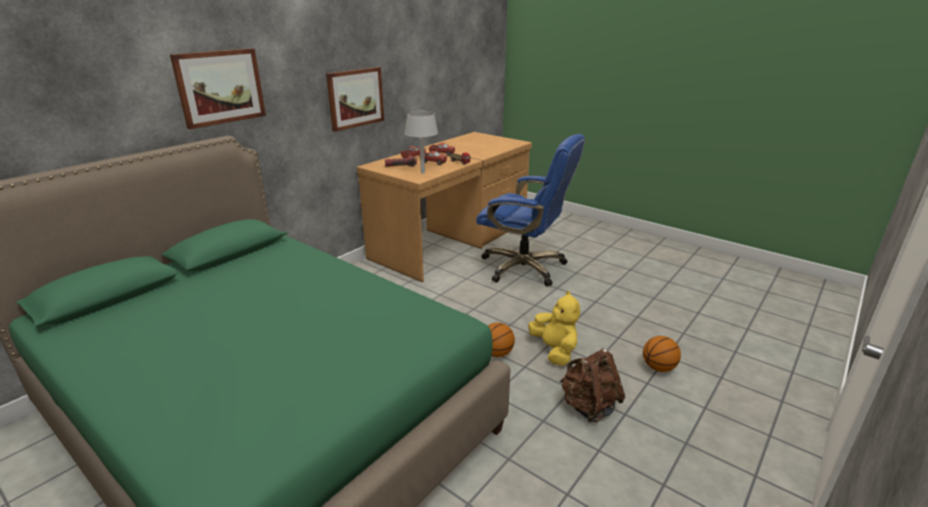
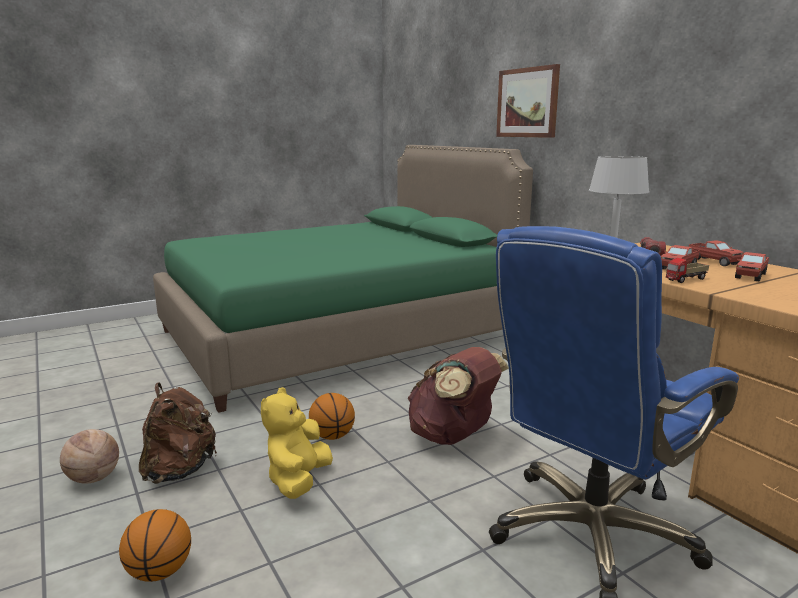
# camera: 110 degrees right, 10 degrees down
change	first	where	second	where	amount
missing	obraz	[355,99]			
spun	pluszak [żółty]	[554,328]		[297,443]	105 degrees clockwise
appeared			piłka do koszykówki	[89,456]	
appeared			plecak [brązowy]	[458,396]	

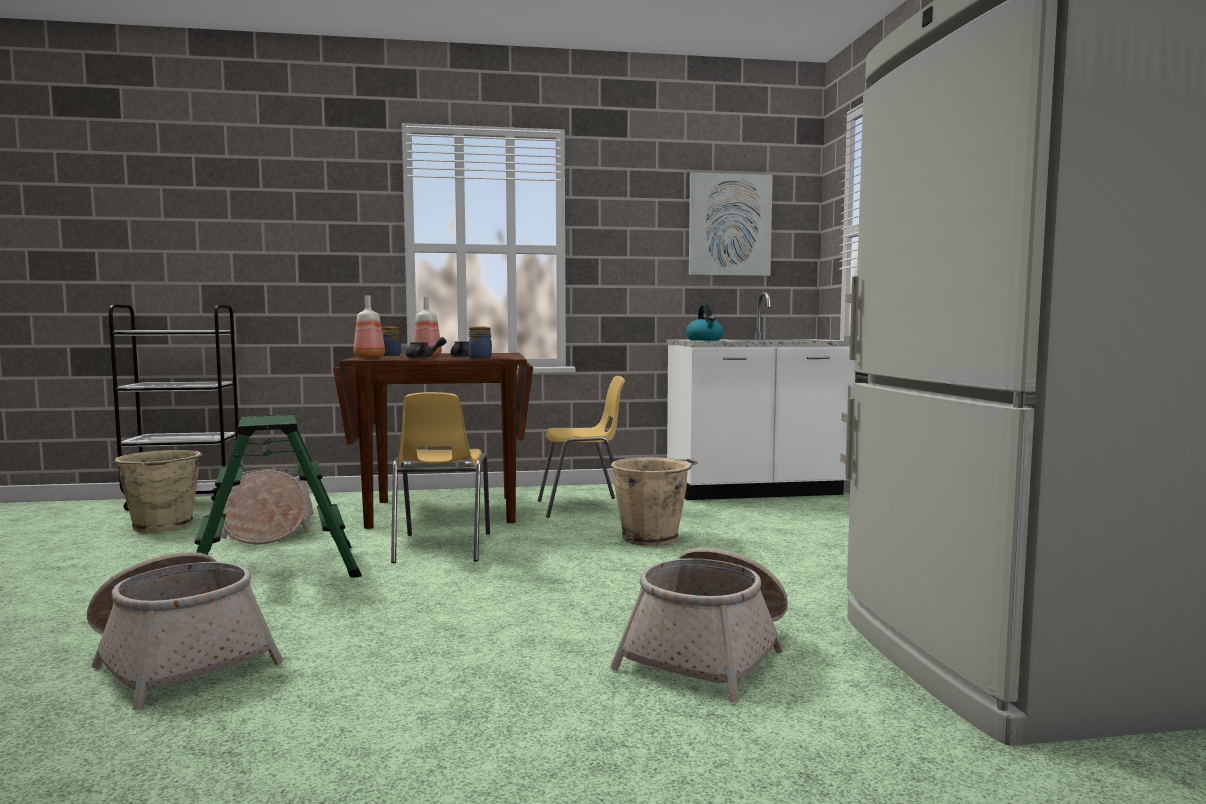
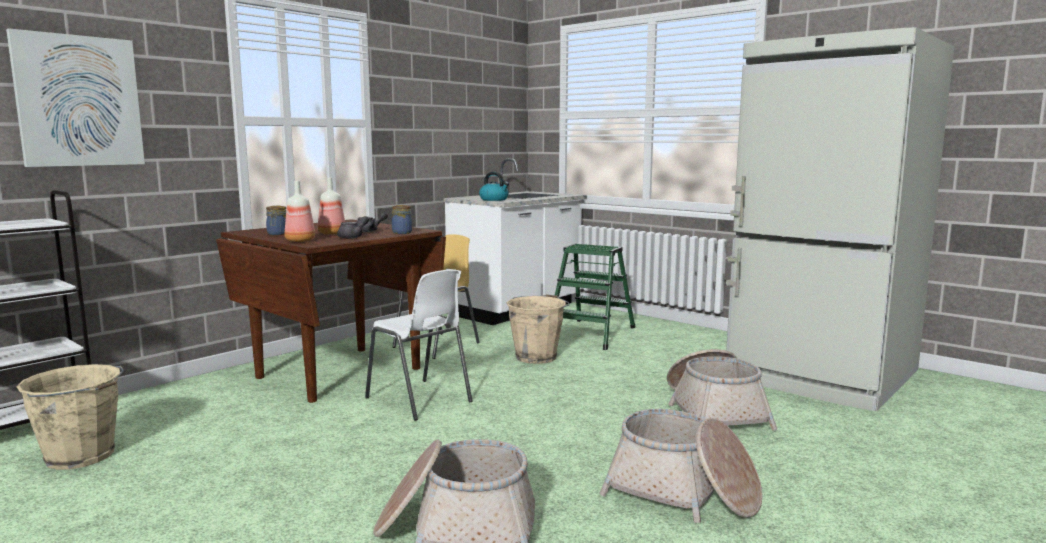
# camera: 40 degrees left, 5 degrees up
change	first	where	second	where	amount
relocated	drabinka [zielony]	[278,496]		[595,296]	
relocated	koszyk	[267,506]		[680,466]	
colour	krzesło [żółty]	[440,477]	krzesło [biały]	[418,345]	
relocated	obraz	[731,224]		[75,97]	

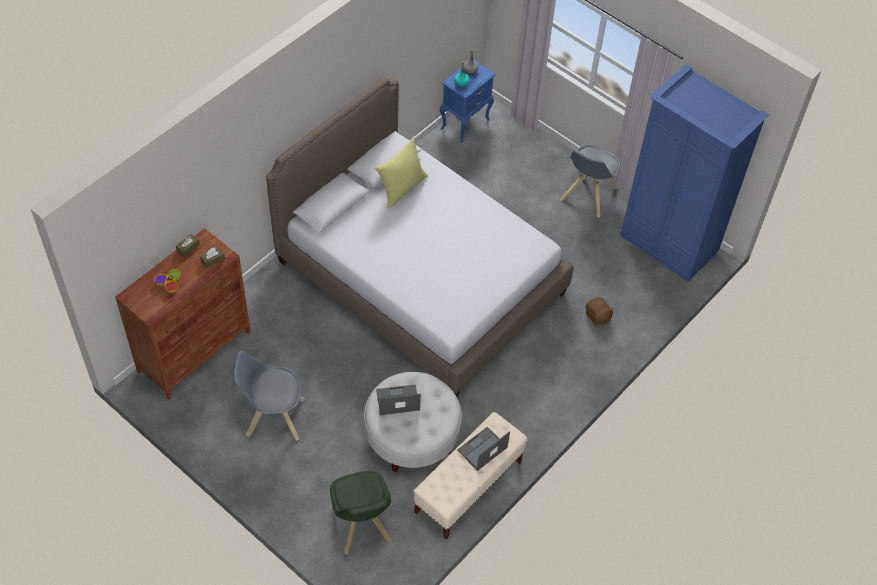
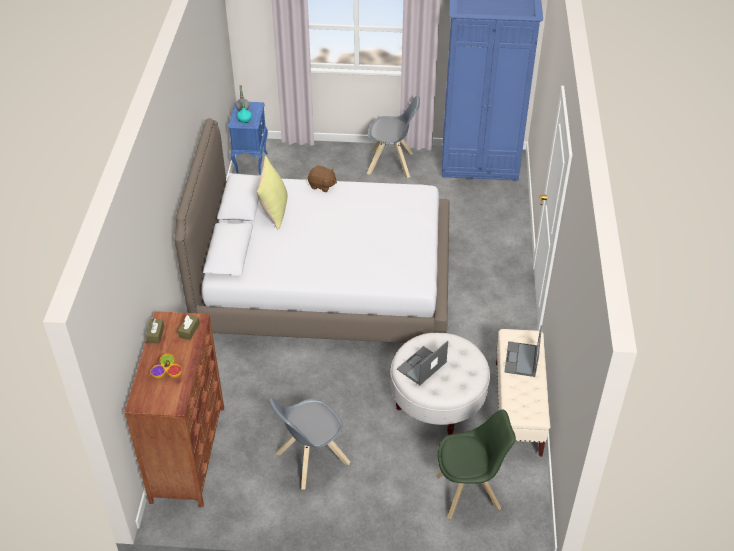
# camera: 35 degrees left, 10 degrees down
change	first	where	second	where	amount
spun	krzesło [zielony]	[361,513]		[476,465]	45 degrees counterclockwise
spun	krzesło [szary]	[590,181]		[393,137]	75 degrees counterclockwise
relocated	pluszak [brązowy]	[599,311]		[322,179]	

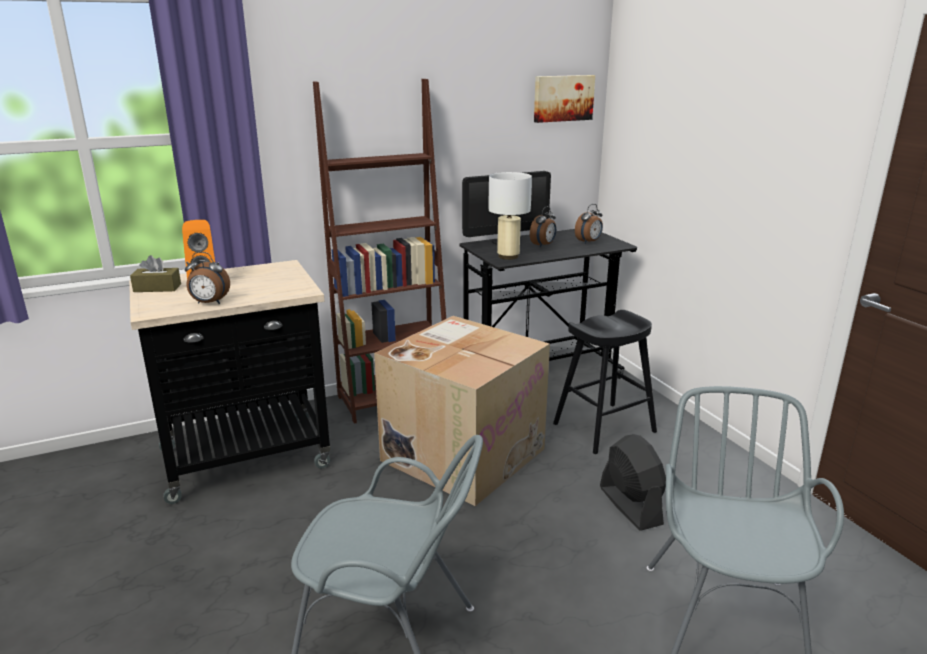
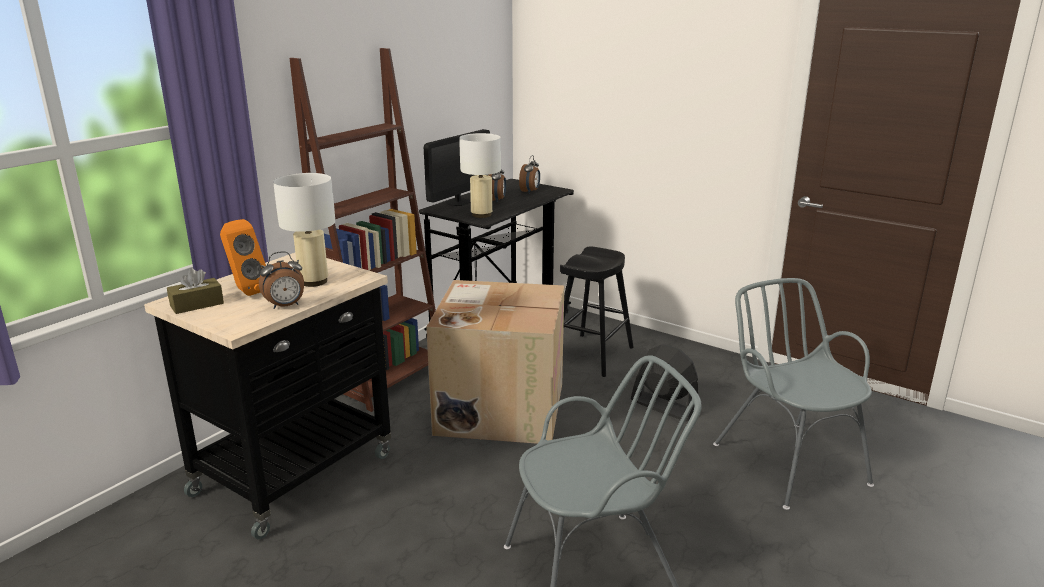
# camera: 30 degrees left, 0 degrees up
change	first	where	second	where	amount
missing	obraz	[564,99]			
appeared			lampa stołowa [biały]	[304,230]	

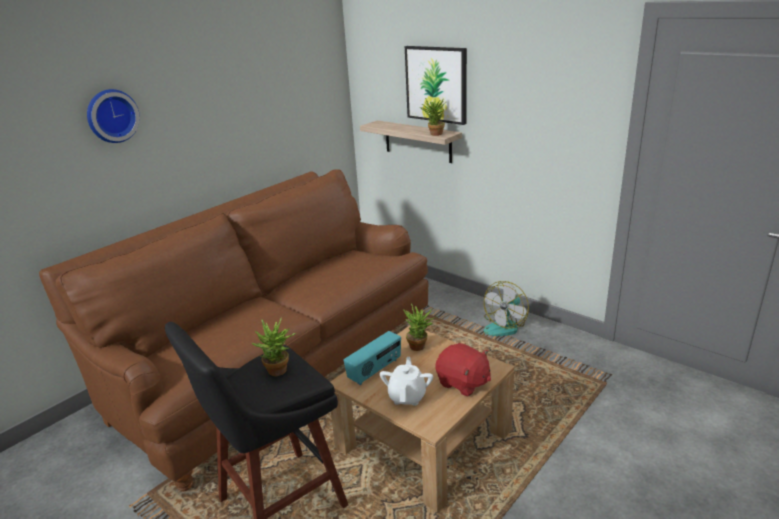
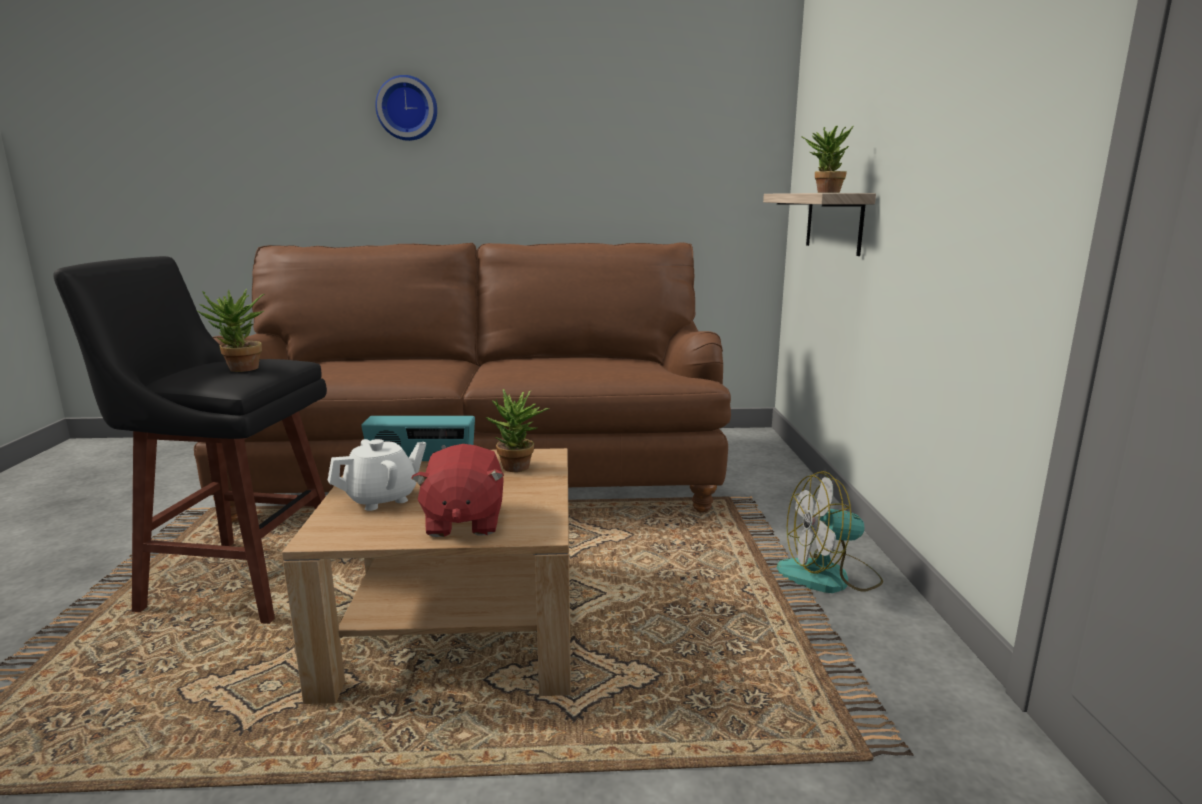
# camera: 45 degrees right, 10 degrees down
change	first	where	second	where	amount
missing	obraz	[436,85]			

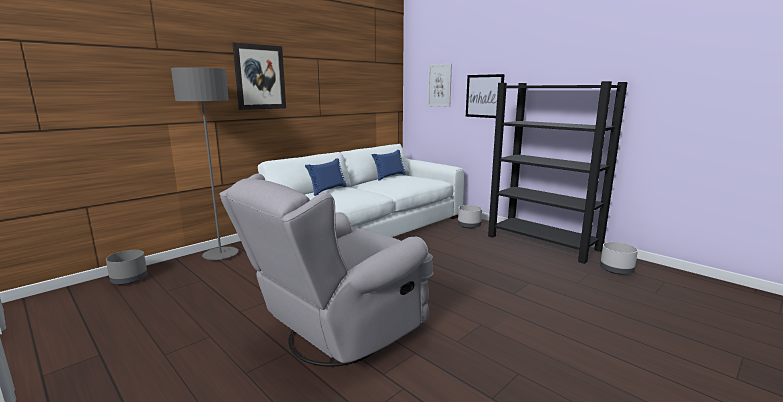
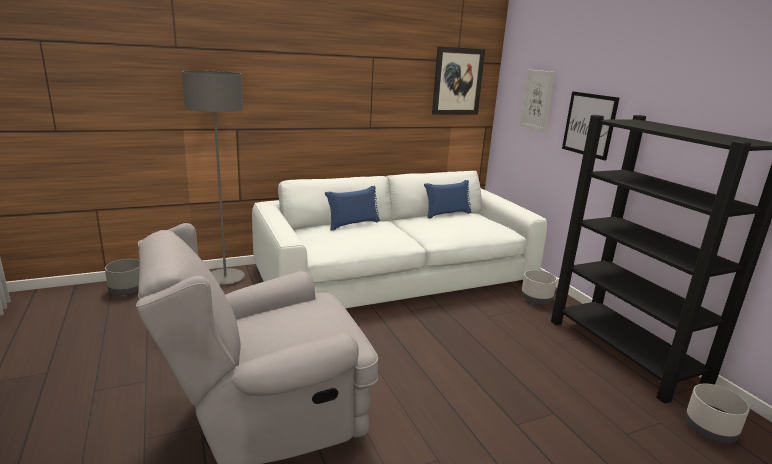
# camera: 20 degrees right, 5 degrees up
change	first	where	second	where	amount
relocated	obraz	[259,76]		[458,80]	

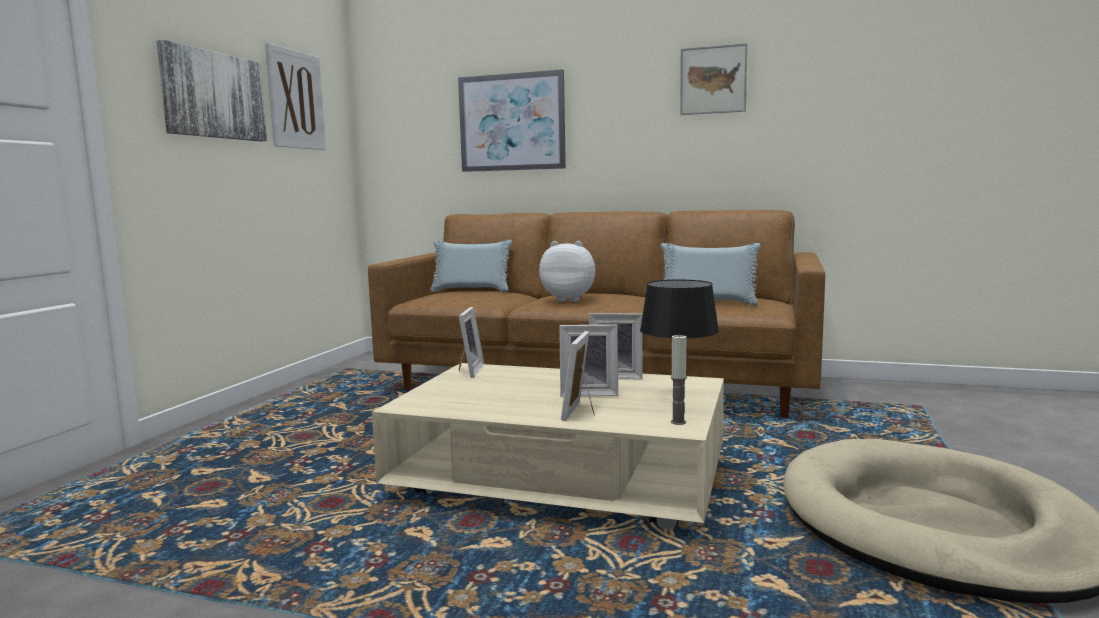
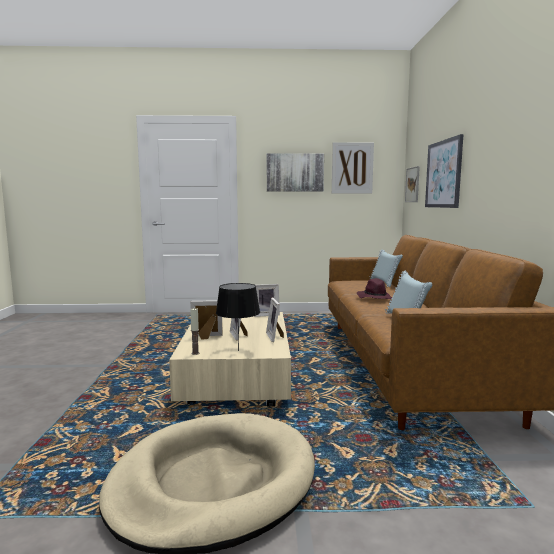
# camera: 70 degrees right, 0 degrees up
change	first	where	second	where	amount
exchanged	pluszak	[567,271]	kapelusz [fioletowy]	[375,288]	
relocated	obraz	[714,79]		[412,184]	

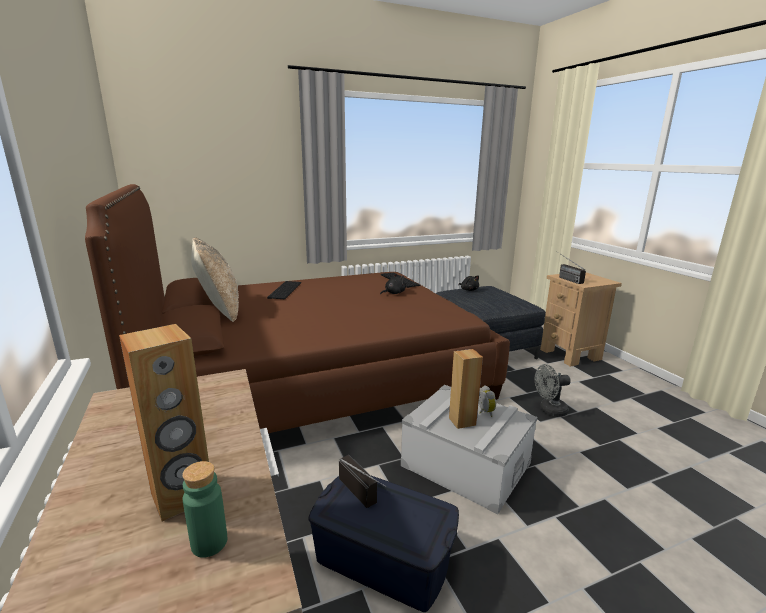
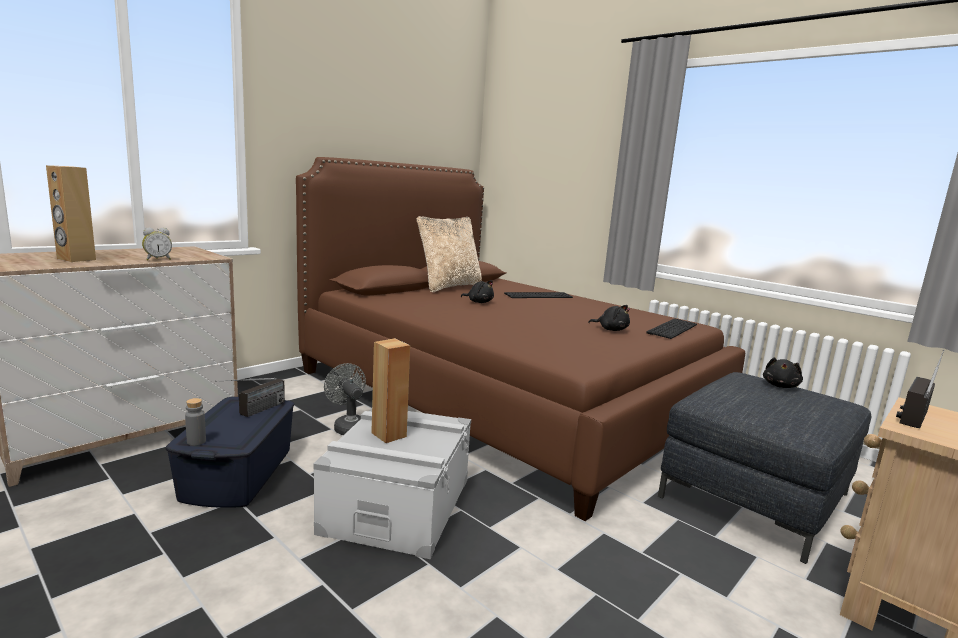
# camera: 65 degrees right, 5 degrees down
change	first	where	second	where	amount
missing	butelka [zielony]	[204,509]			
relocated	budzik	[487,401]		[157,244]	
relocated	wentylator [szary]	[553,390]		[345,399]	
appeared			butelka [szary]	[195,422]	
appeared			pluszak [czarny]	[477,291]	

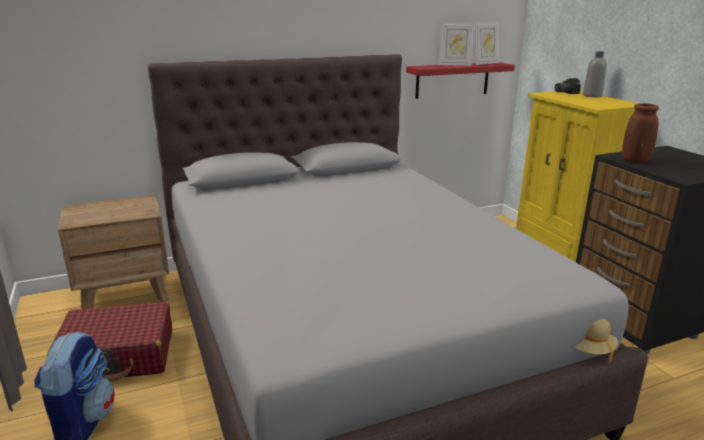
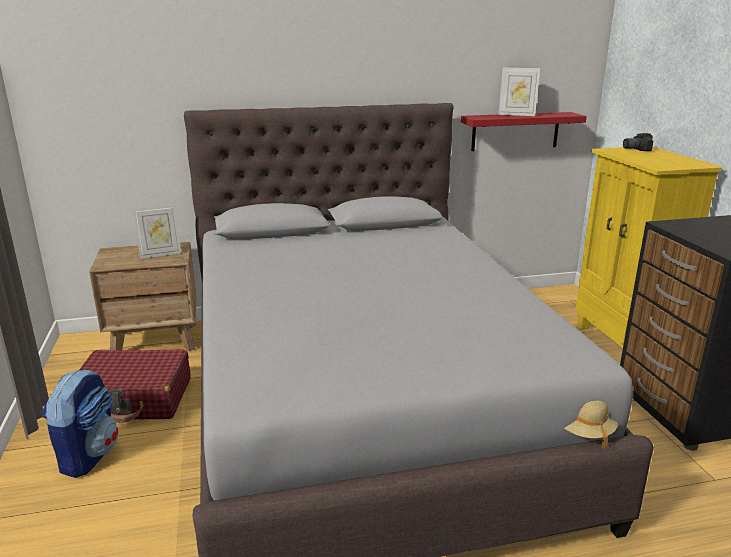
# camera: 10 degrees right, 0 degrees up
change	first	where	second	where	amount
relocated	ramka na zdjęcie	[487,43]		[157,231]	
missing	butelka [szary]	[595,74]			
missing	wazon [brązowy]	[640,132]			

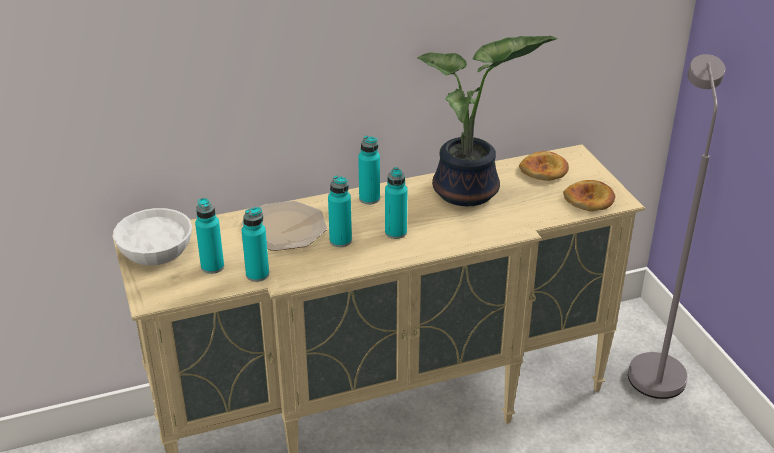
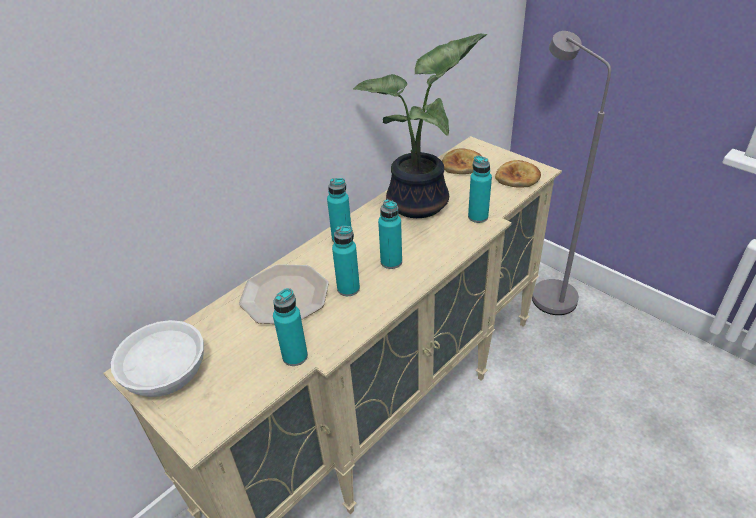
# camera: 25 degrees left, 5 degrees up
change	first	where	second	where	amount
relocated	butelka [turkusowy]	[209,236]		[480,189]	

